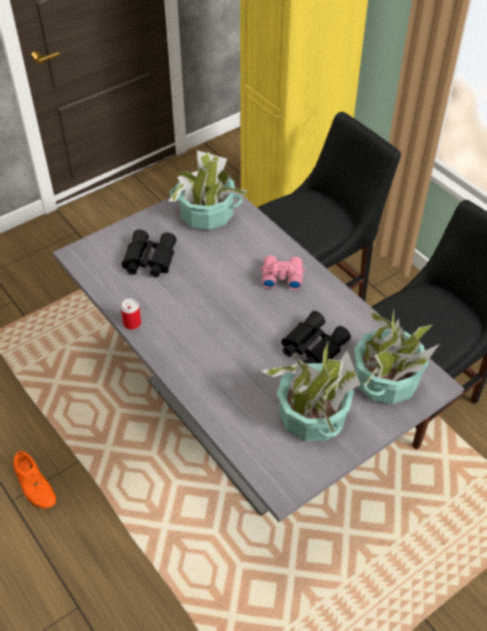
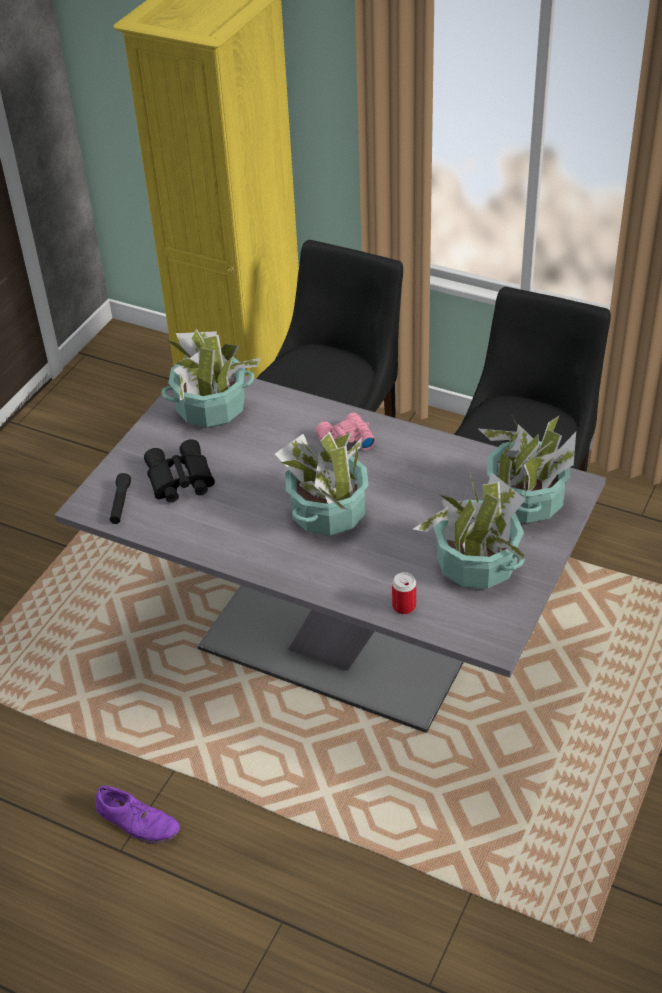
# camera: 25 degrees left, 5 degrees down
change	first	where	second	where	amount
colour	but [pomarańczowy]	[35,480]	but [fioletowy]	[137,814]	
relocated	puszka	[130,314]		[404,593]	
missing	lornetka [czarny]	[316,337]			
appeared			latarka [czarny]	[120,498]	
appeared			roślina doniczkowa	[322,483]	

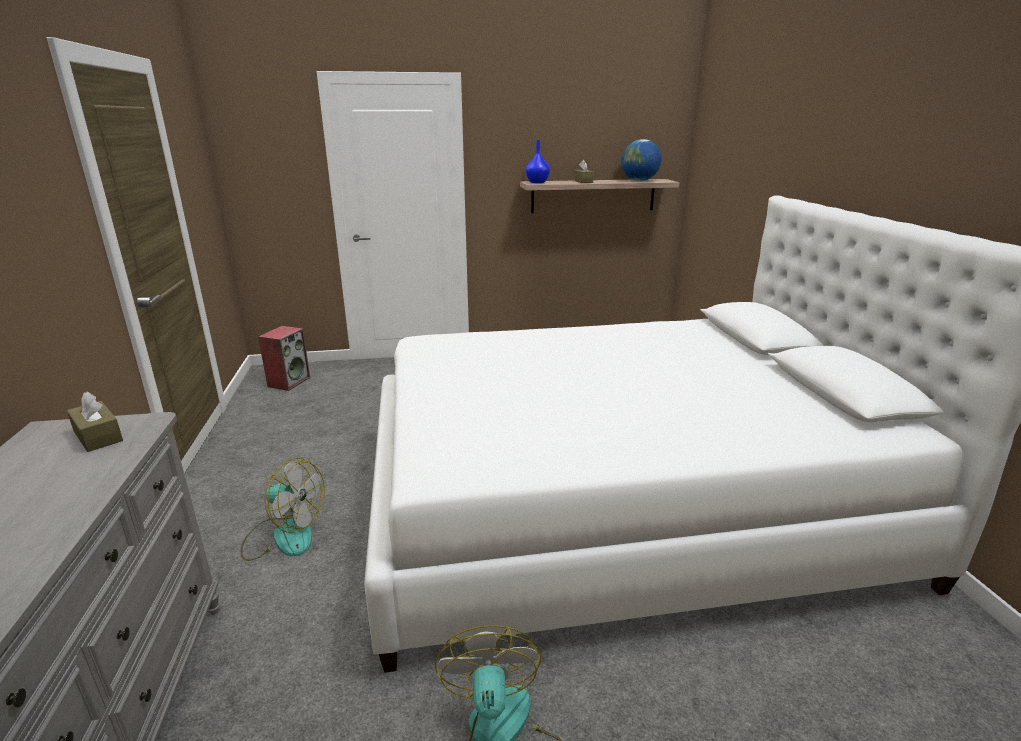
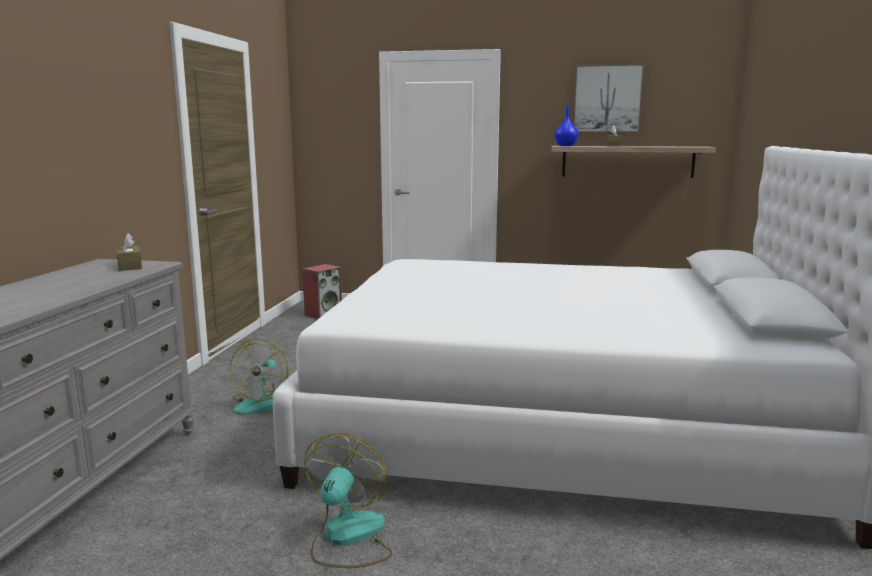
# camera: 20 degrees right, 10 degrees down
change	first	where	second	where	amount
spun	wentylator	[283,509]		[259,377]	60 degrees clockwise
missing	globus	[641,160]			
appeared			obraz	[608,98]	

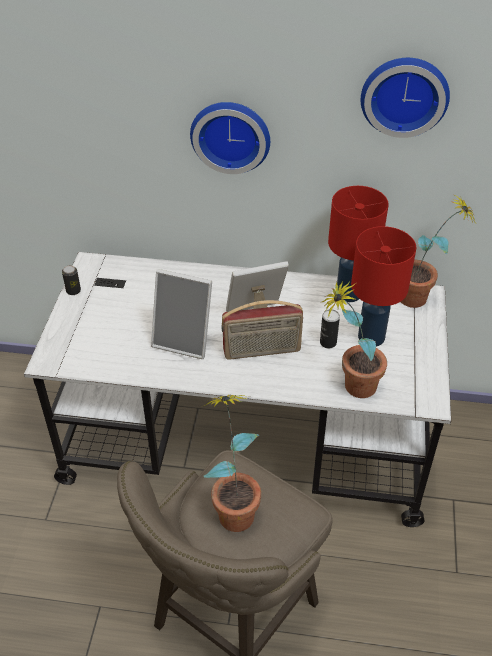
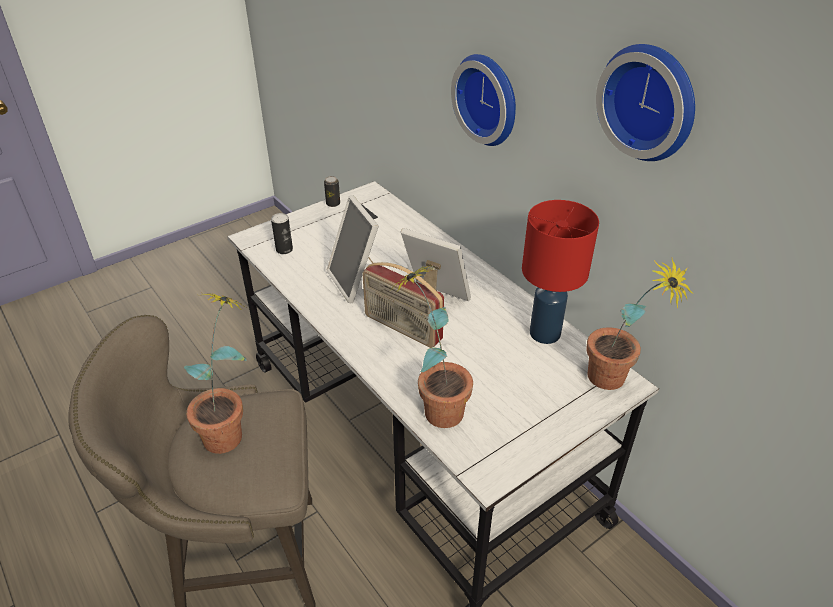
# camera: 45 degrees right, 5 degrees down
change	first	where	second	where	amount
relocated	puszka	[330,328]		[282,233]	
missing	lampa stołowa [czerwony]	[383,286]			

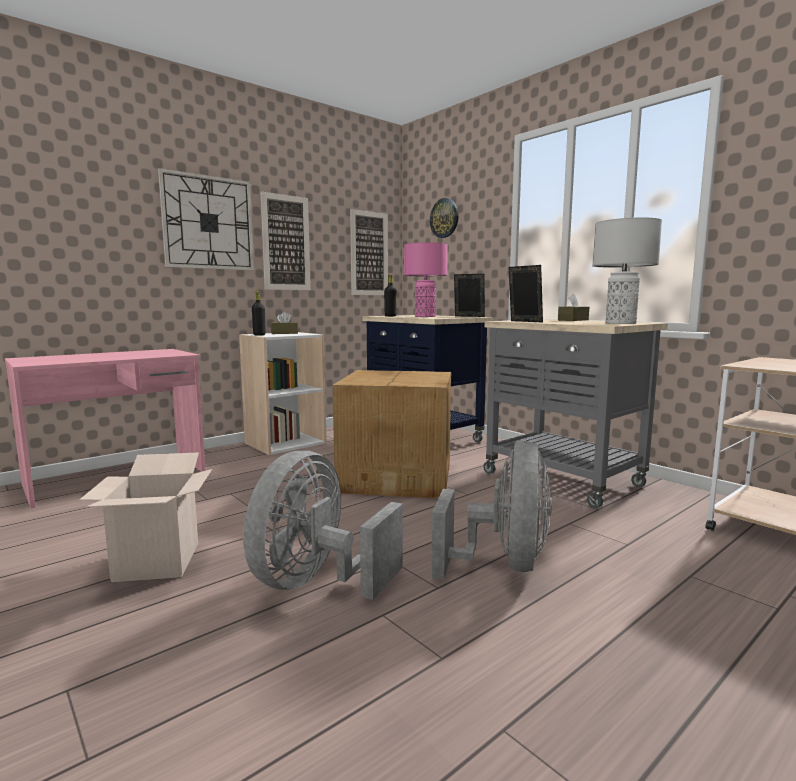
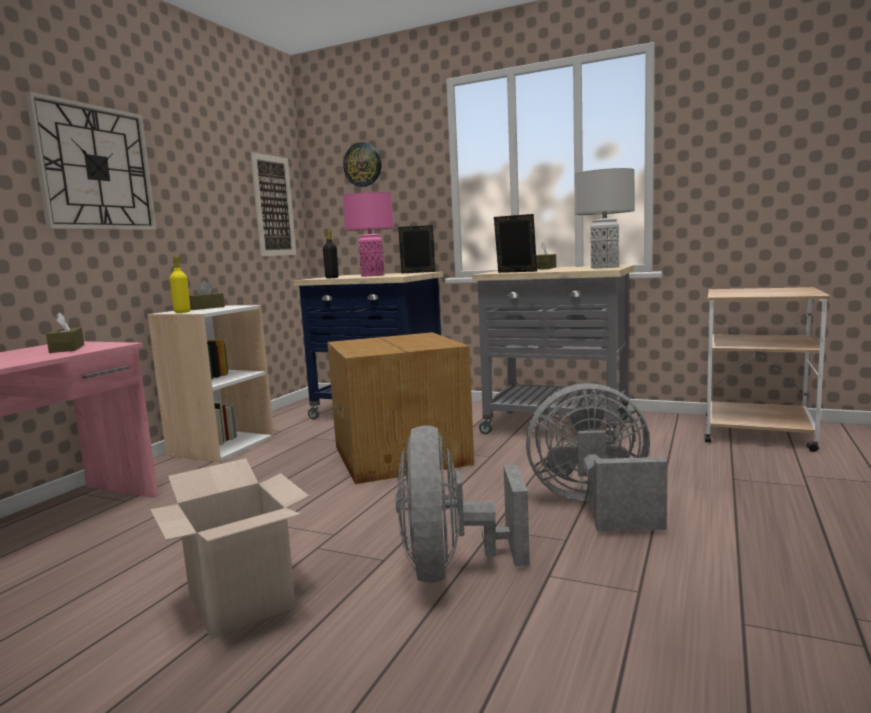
# camera: 25 degrees left, 0 degrees up
change	first	where	second	where	amount
colour	butelka [czarny]	[259,313]	butelka [żółty]	[180,284]	
missing	obraz	[286,241]			
spun	wentylator [szary]	[491,510]		[597,457]	75 degrees counterclockwise
appeared			pudełko chusteczek [brązowy]	[65,332]	

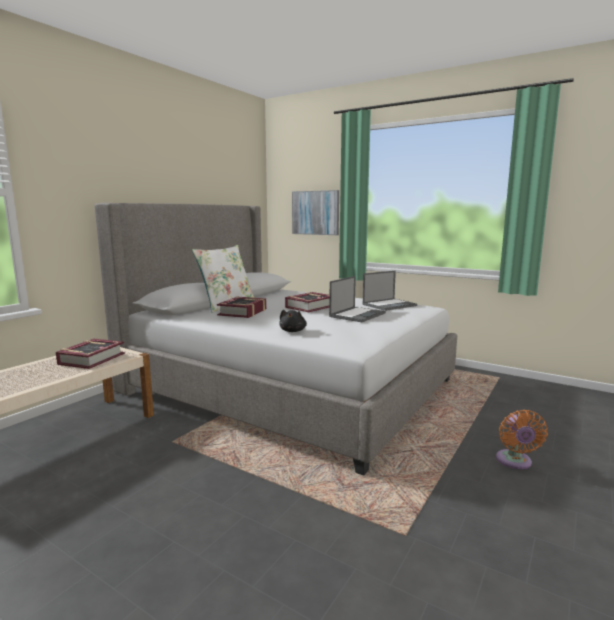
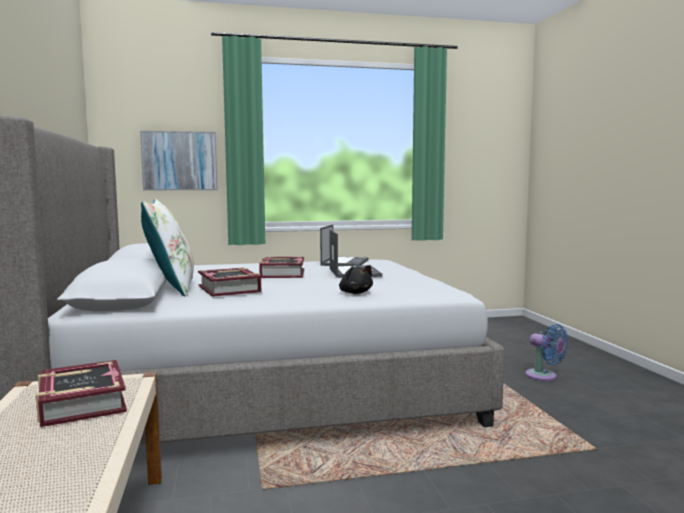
# camera: 45 degrees left, 5 degrees down
change	first	where	second	where	amount
colour	wentylator [pomarańczowy]	[522,439]	wentylator [niebieski]	[547,352]	

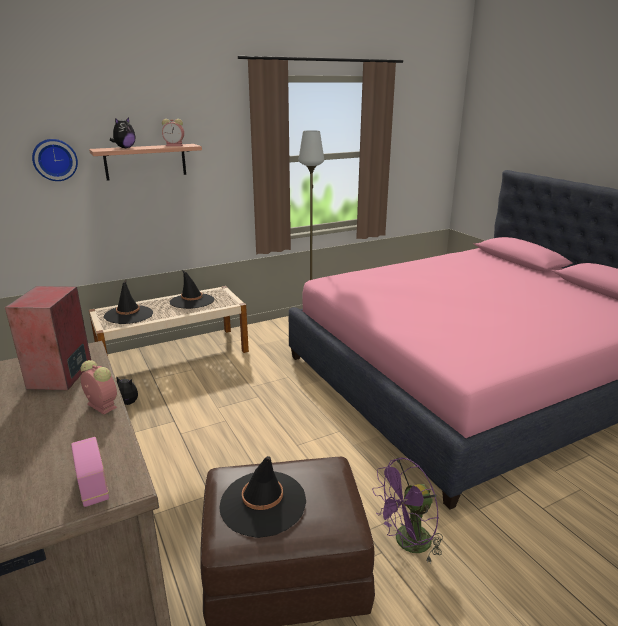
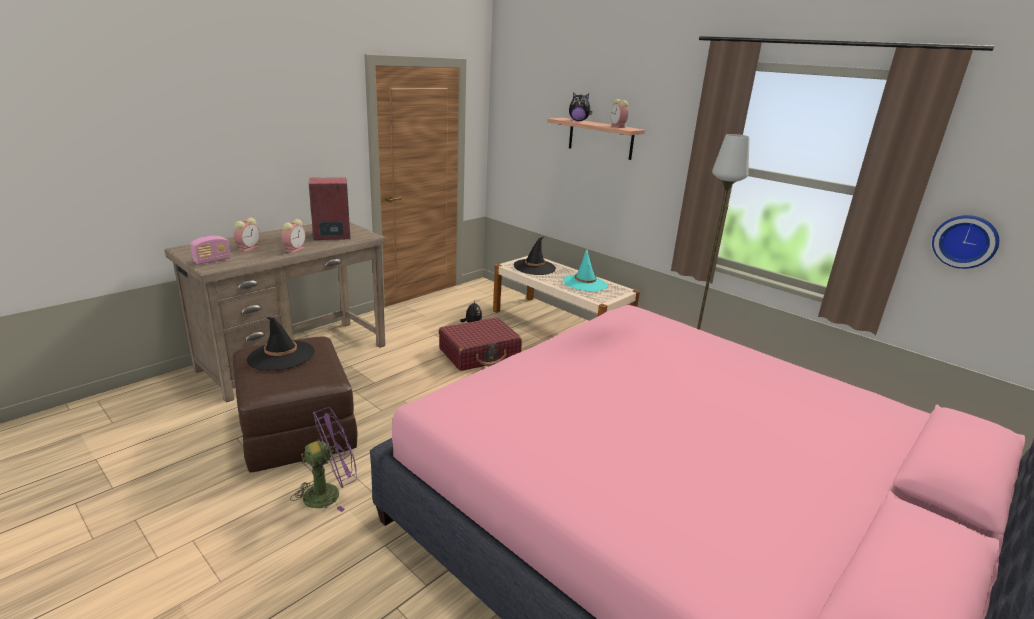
# camera: 70 degrees right, 0 degrees up
change	first	where	second	where	amount
relocated	zegar ścienny	[55,160]		[965,242]	
colour	kapelusz [czarny]	[192,289]	kapelusz [turkusowy]	[585,270]	
spun	wentylator [fioletowy]	[407,510]		[323,459]	105 degrees clockwise
appeared			budzik	[247,235]	
appeared			walizka [czerwony]	[480,344]	

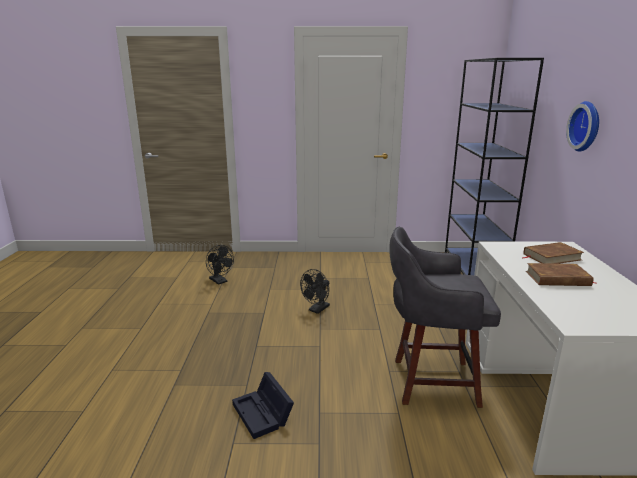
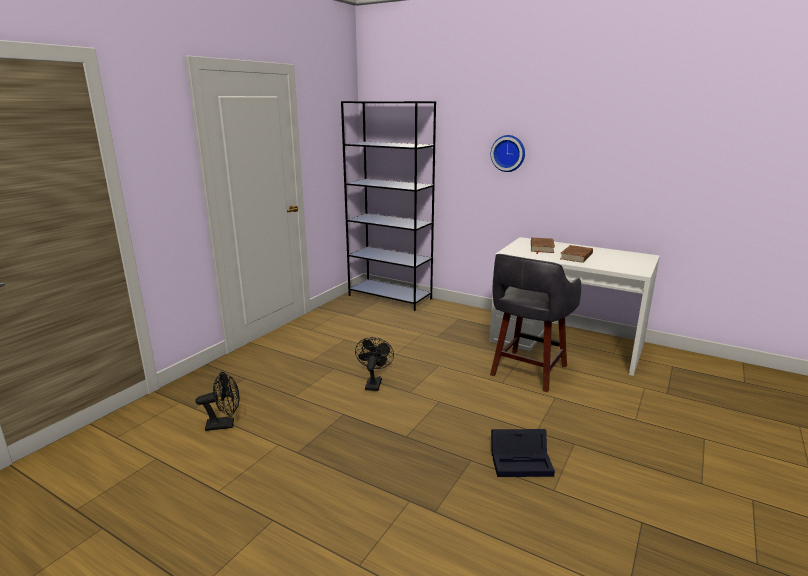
# camera: 60 degrees left, 0 degrees up
change	first	where	second	where	amount
spun	wentylator [czarny]	[315,291]		[374,364]	150 degrees counterclockwise

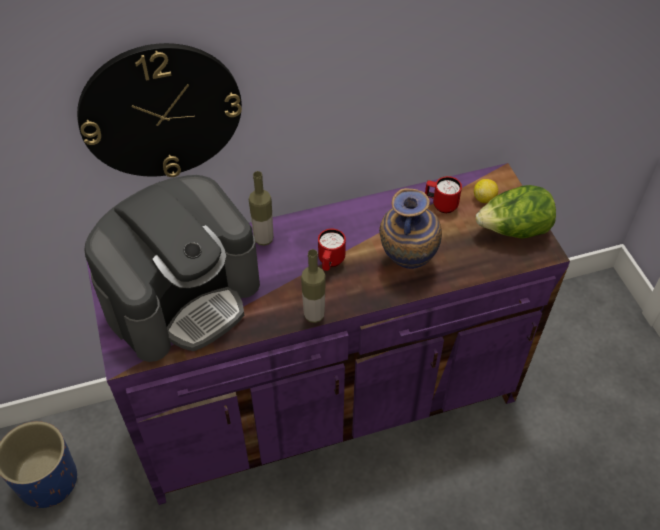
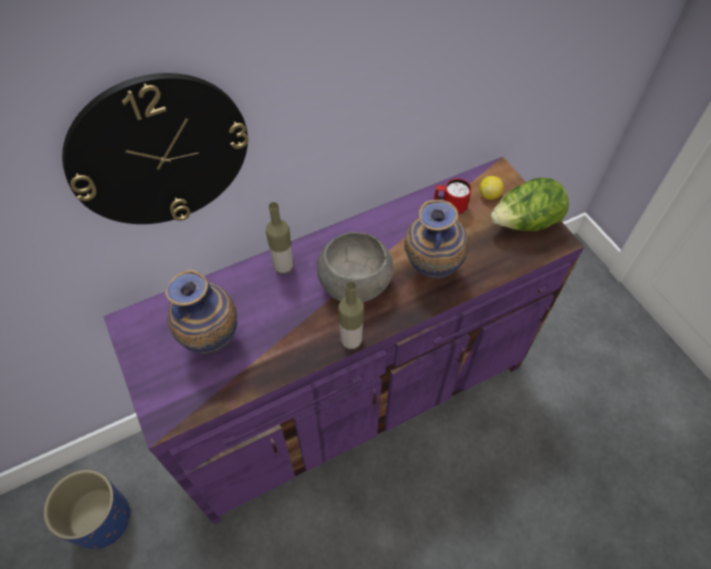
# camera: 10 degrees left, 5 degrees up
change	first	where	second	where	amount
exchanged	ekspres do kawy	[172,268]	wazon	[201,311]	
exchanged	kubek [czerwony]	[332,250]	miska [szary]	[355,267]	

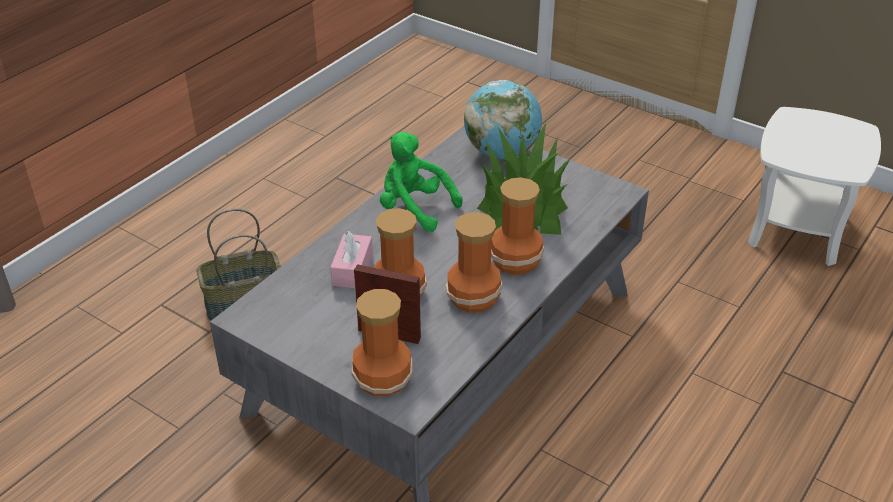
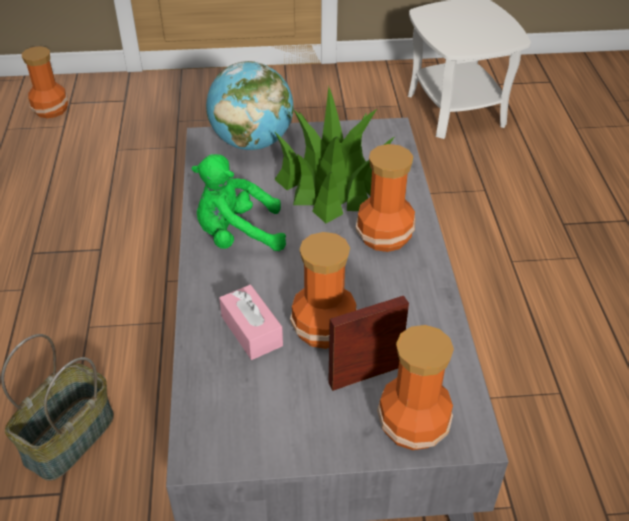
# camera: 40 degrees left, 5 degrees up
change	first	where	second	where	amount
relocated	wazon	[474,262]		[45,82]	

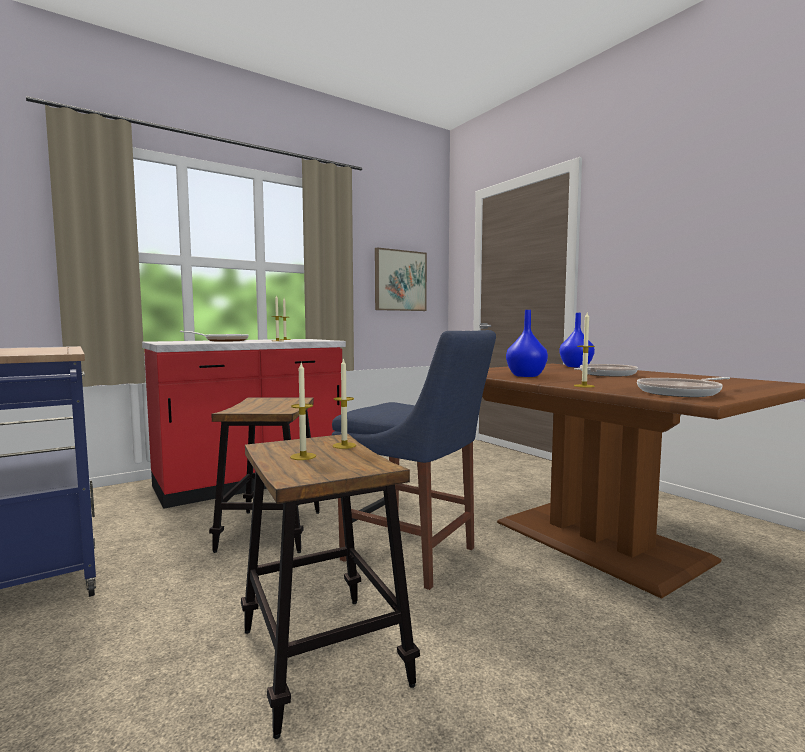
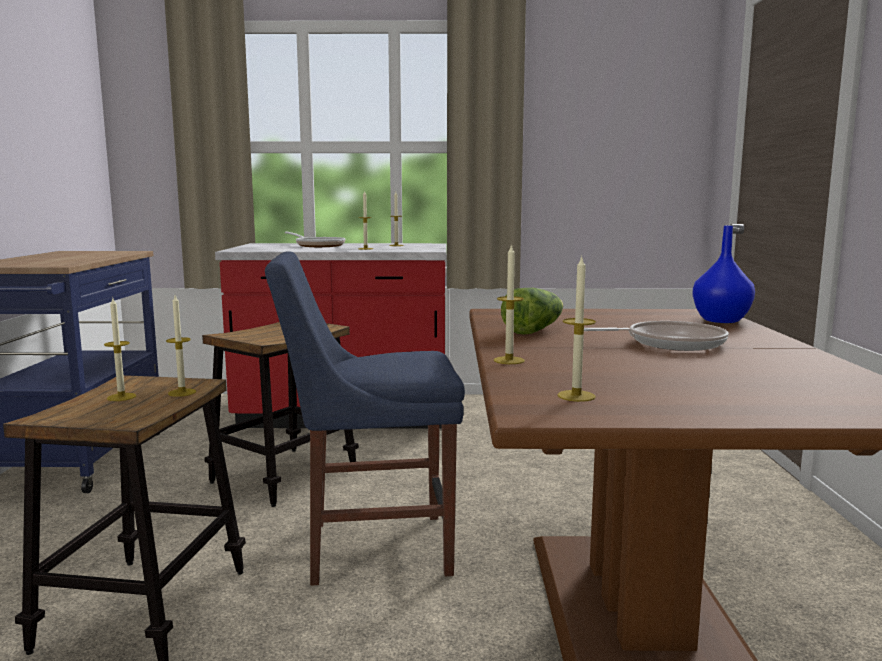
# camera: 35 degrees right, 5 degrees up
change	first	where	second	where	amount
spun	krzesło [niebieski]	[414,460]		[365,418]	105 degrees clockwise
missing	obraz	[401,279]			
exchanged	wazon [niebieski]	[527,343]	sałata	[532,311]	
exchanged	patelnia	[683,387]	świeca	[576,329]	

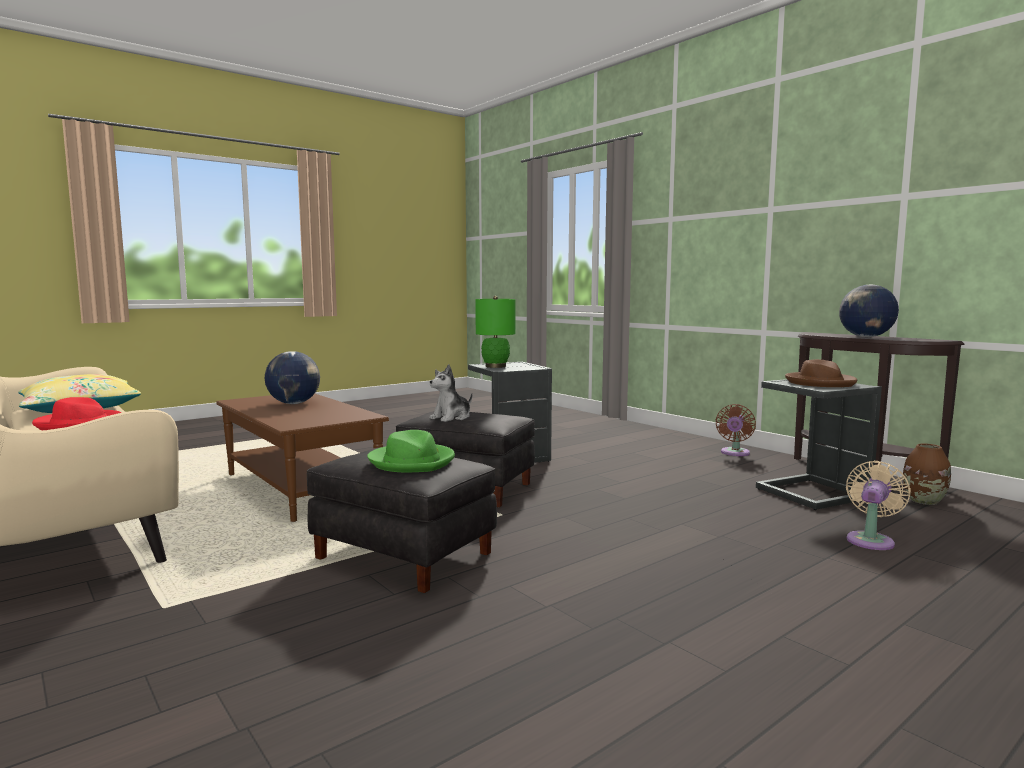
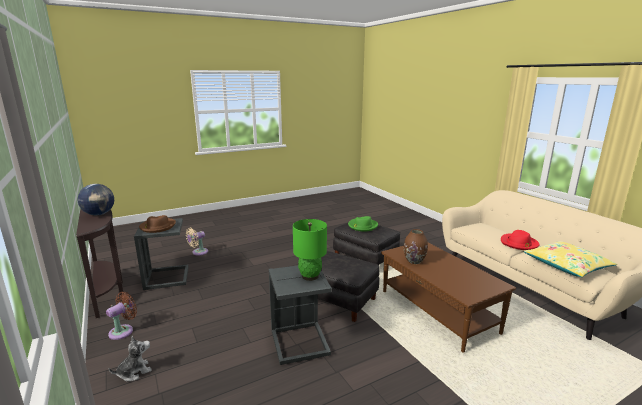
# camera: 170 degrees left, 10 degrees up
change	first	where	second	where	amount
missing	globus	[292,377]			
relocated	pluszak	[450,393]		[130,358]	
relocated	wazon [brązowy]	[927,474]		[416,246]	

